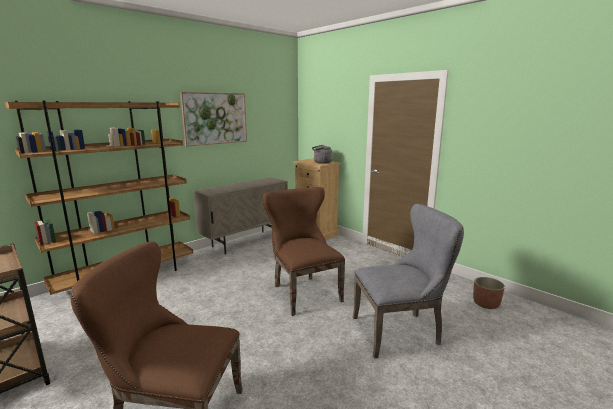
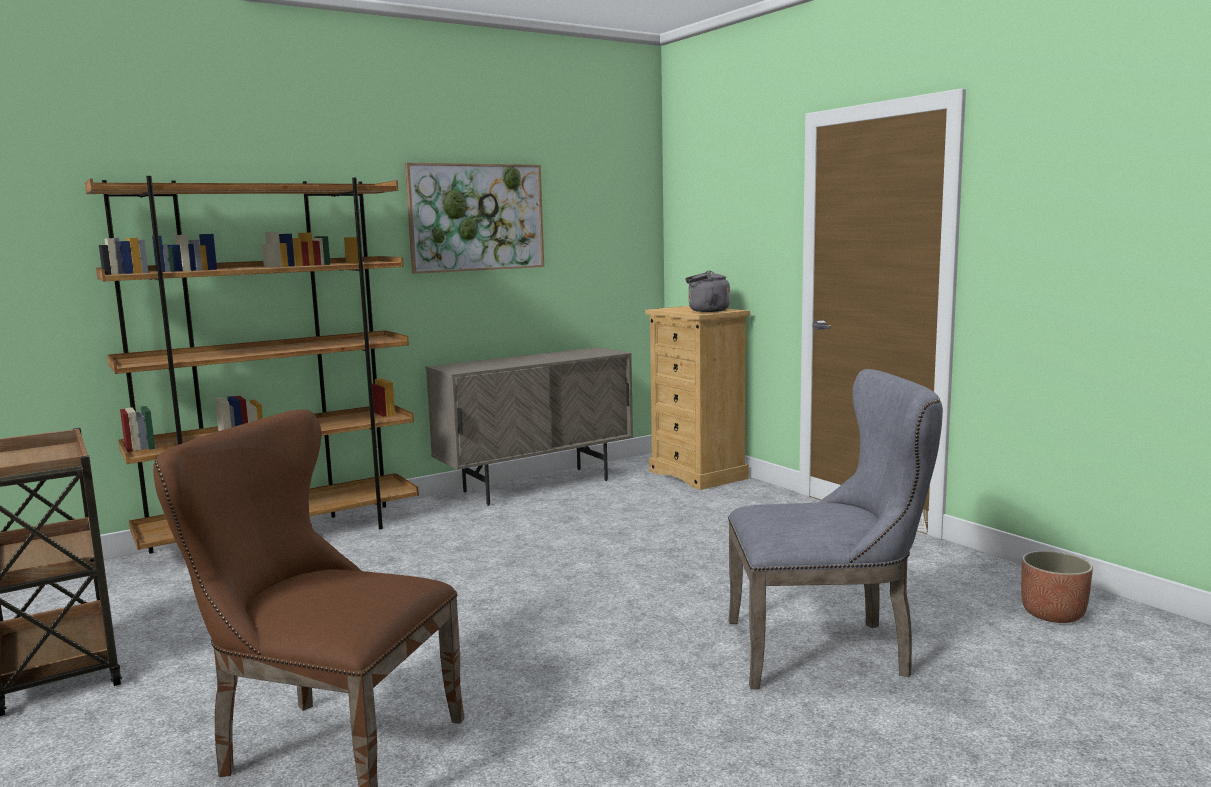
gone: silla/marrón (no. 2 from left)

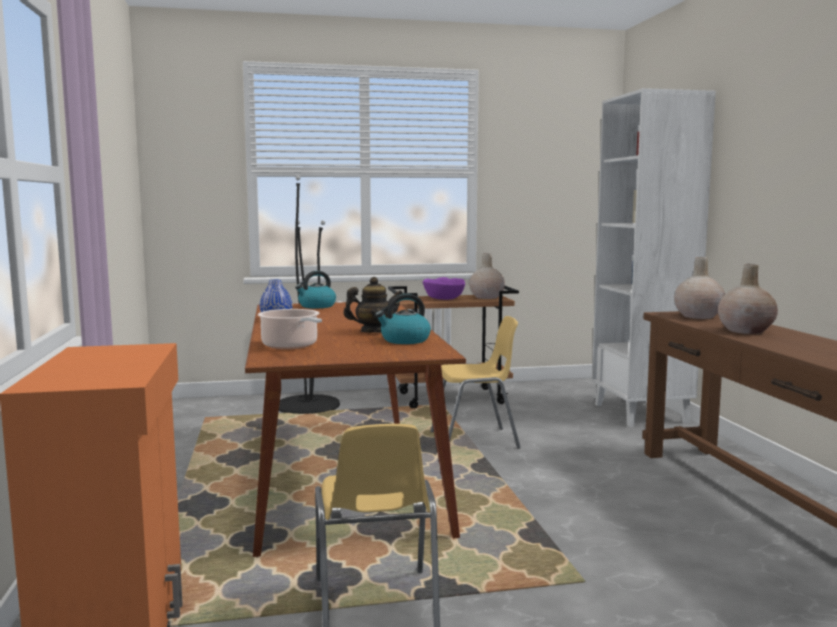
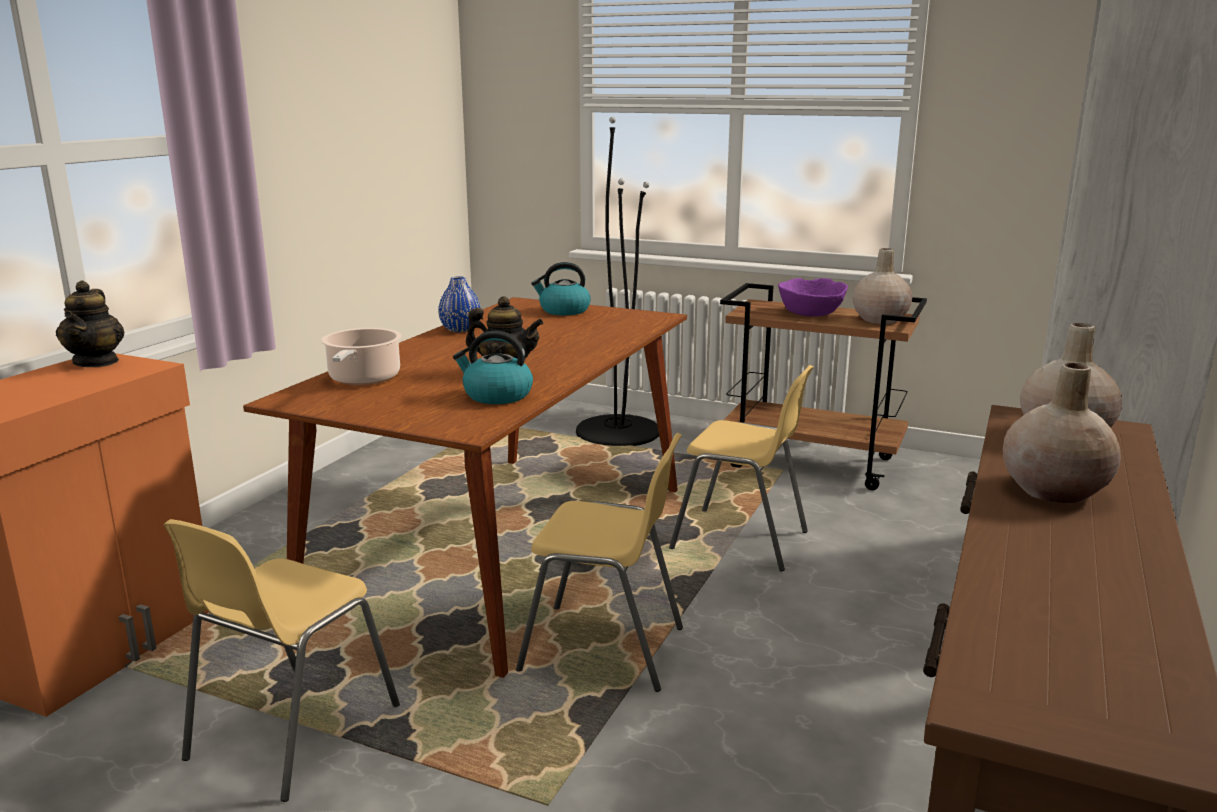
new: tetera (no. 1 from left); silla/amarillo (no. 2 from left)

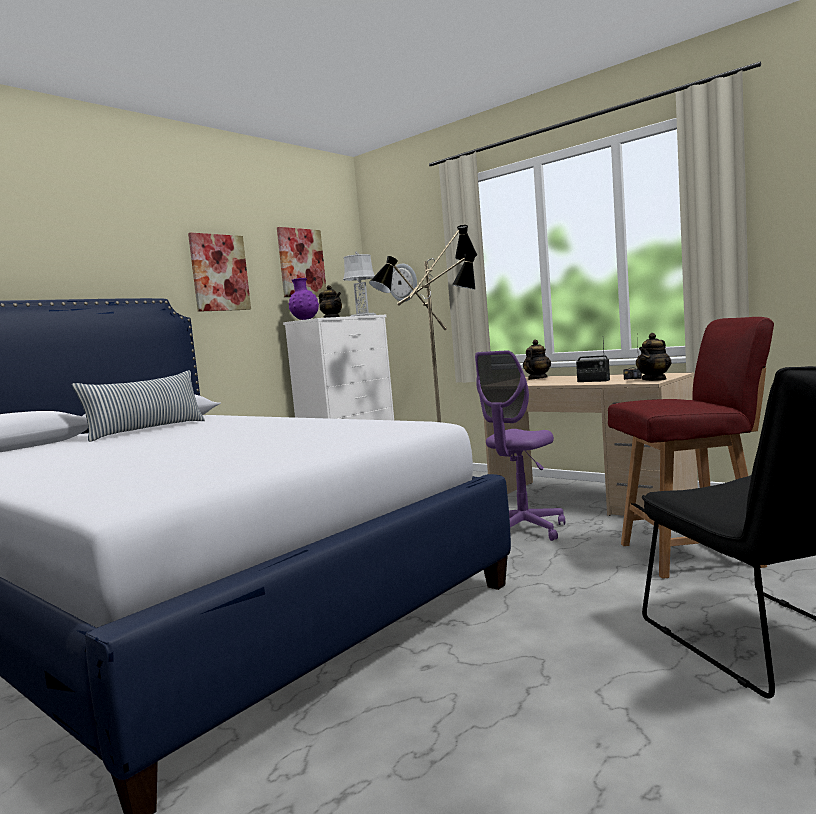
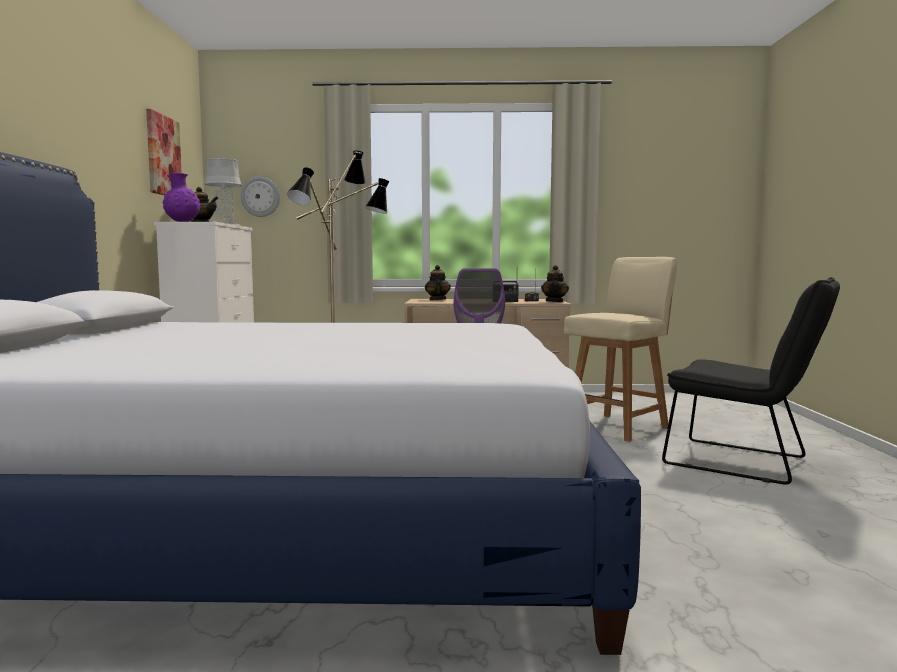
gone: cojín; cuadro (no. 1 from left)
repainted: silla/rojo to silla/beis

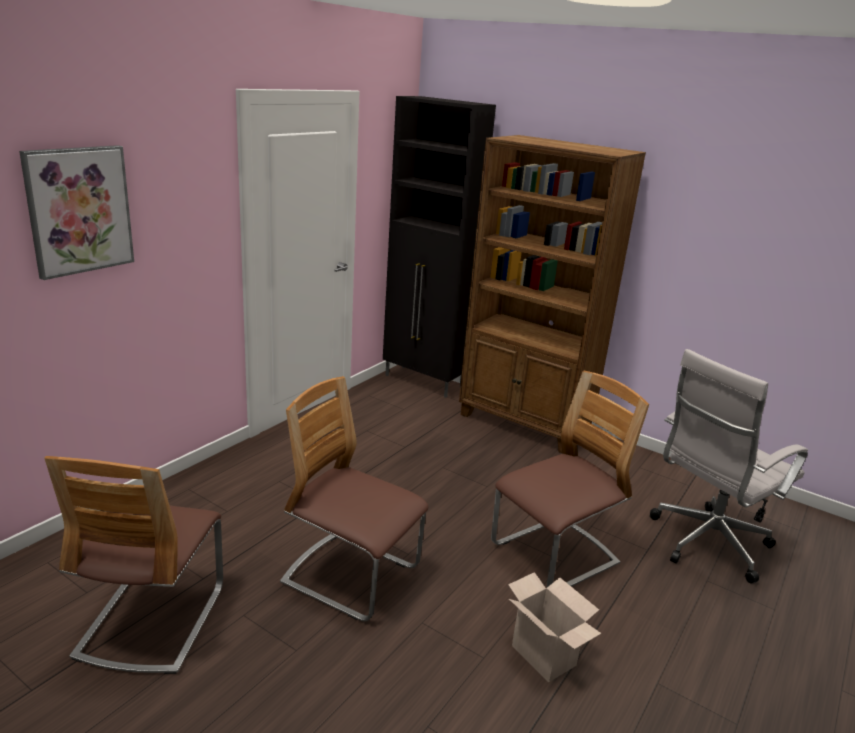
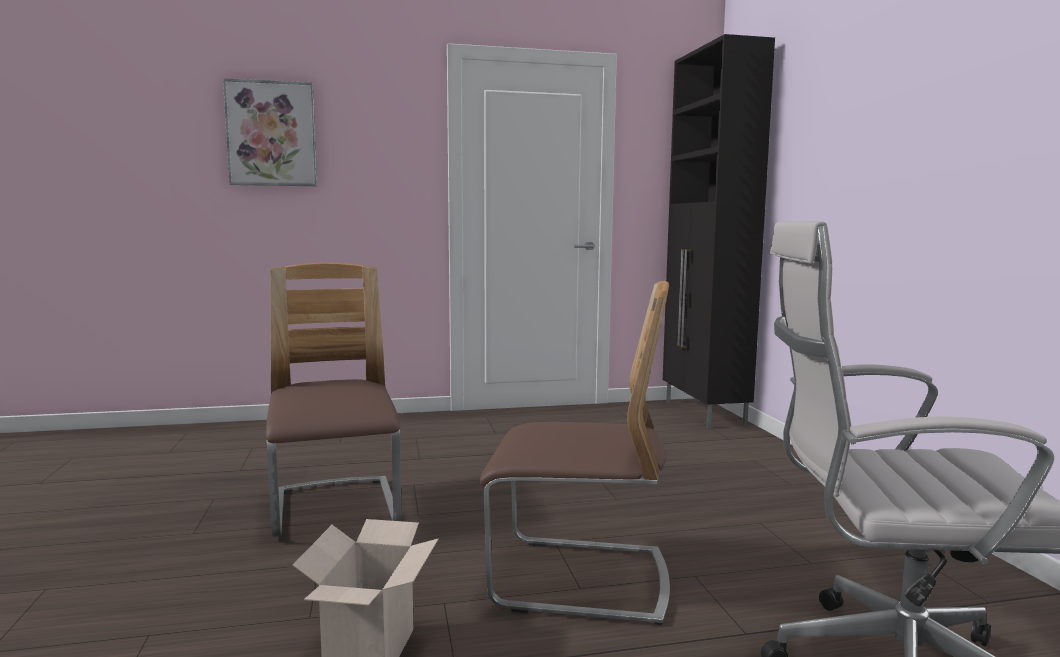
gone: silla (no. 1 from left); estantería/marrón

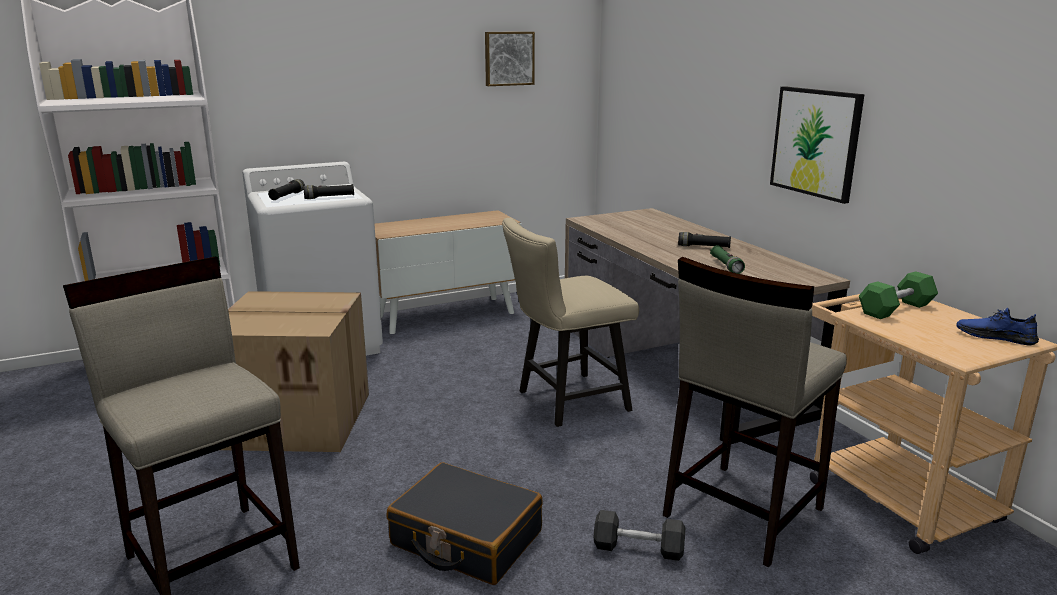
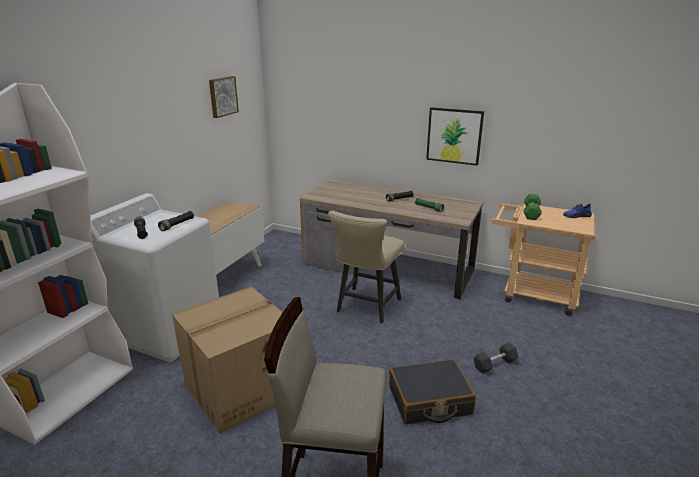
gone: taburete/beis (no. 2 from left)

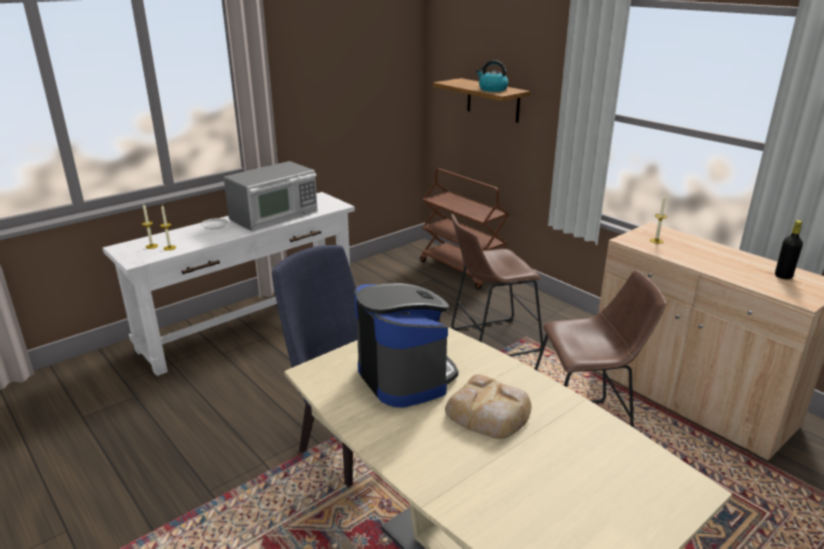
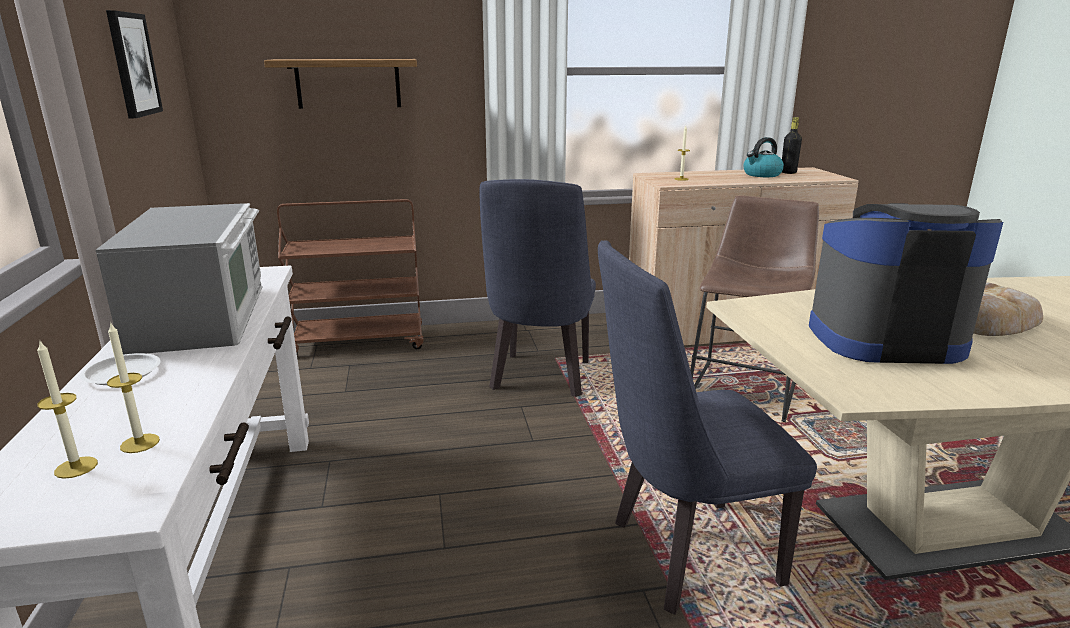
new: cuadro
shifted: hervidor
swapped: taburete/marrón (no. 1 from left) to silla/azul (no. 1 from left)

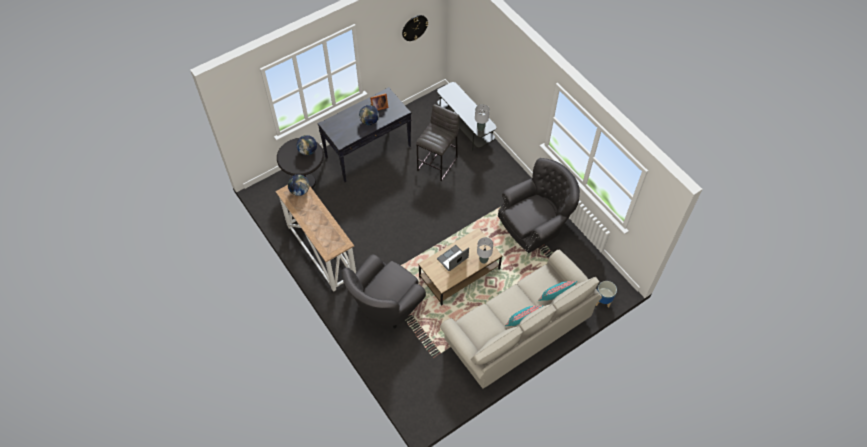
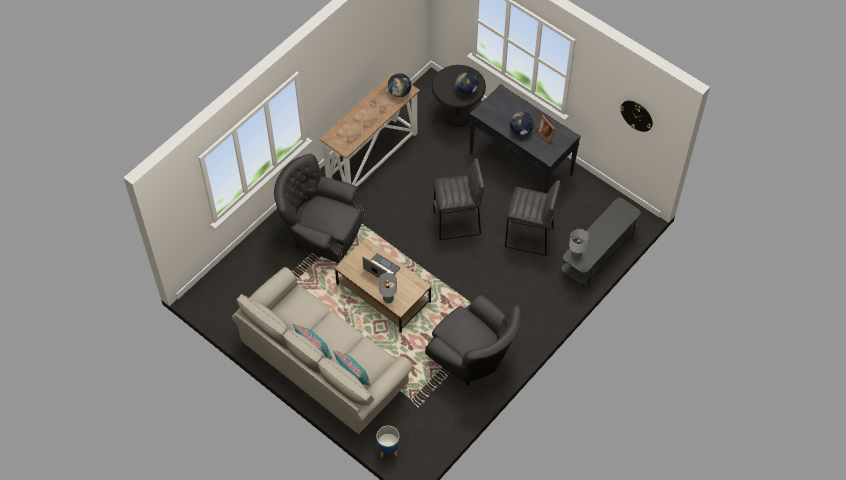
new: taburete/gris (no. 1 from left)

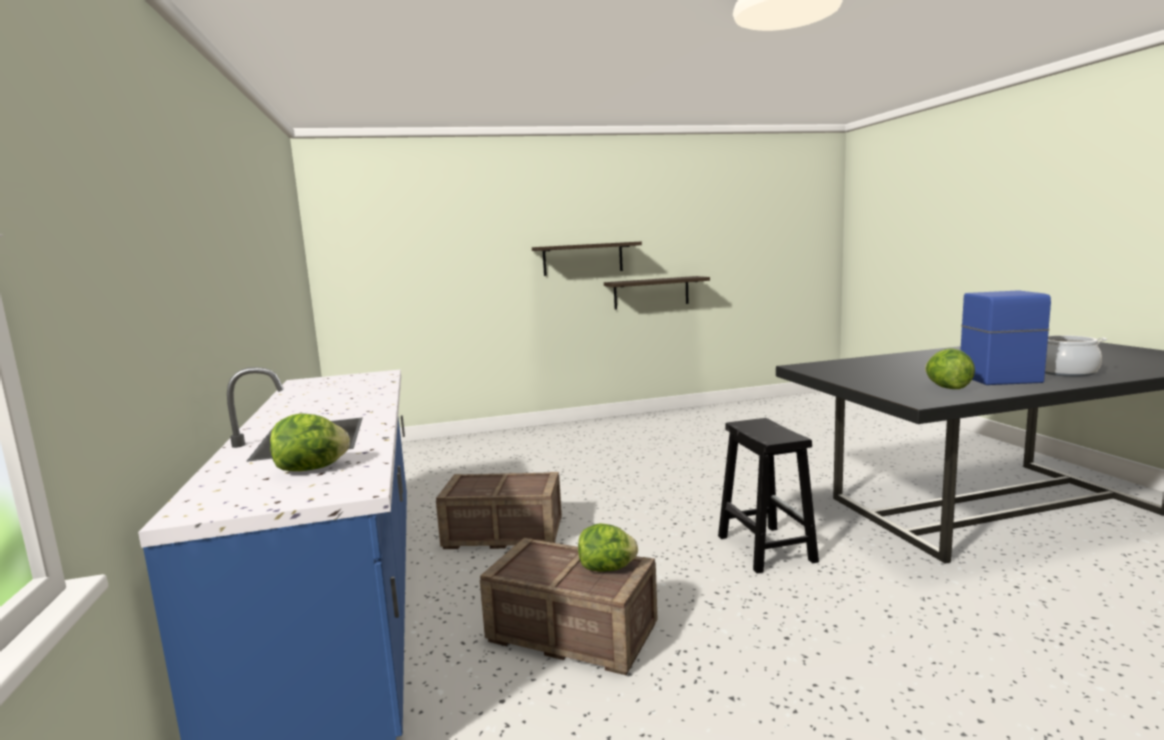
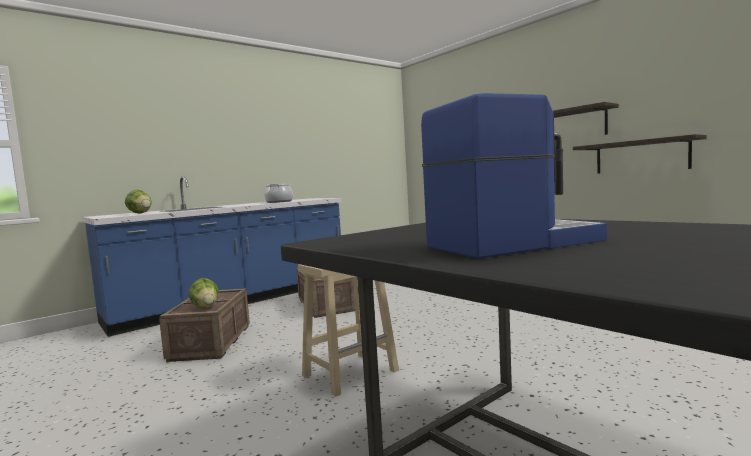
gone: lechuga (no. 3 from left)
shifted: olla
repainted: taburete/negro to taburete/beis

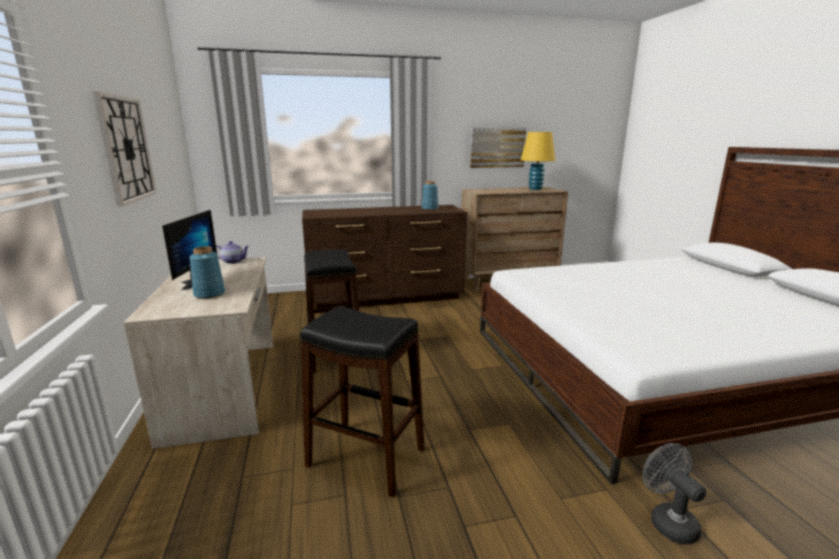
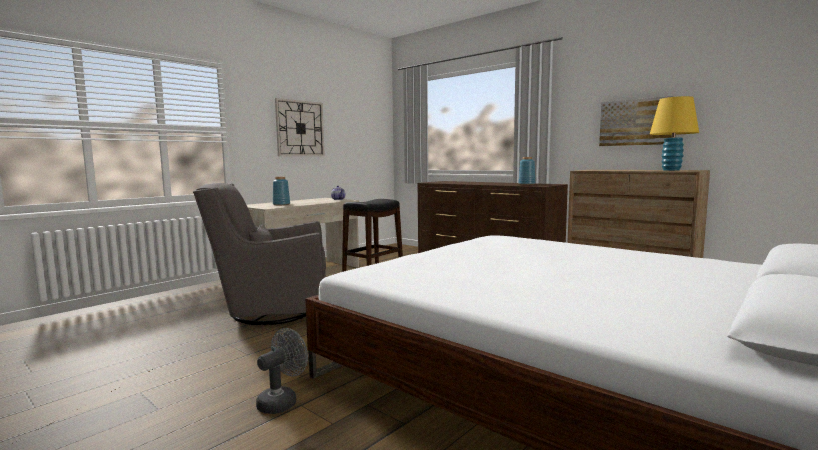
gone: monitor
swapped: taburete/negro (no. 2 from left) to sillón/gris

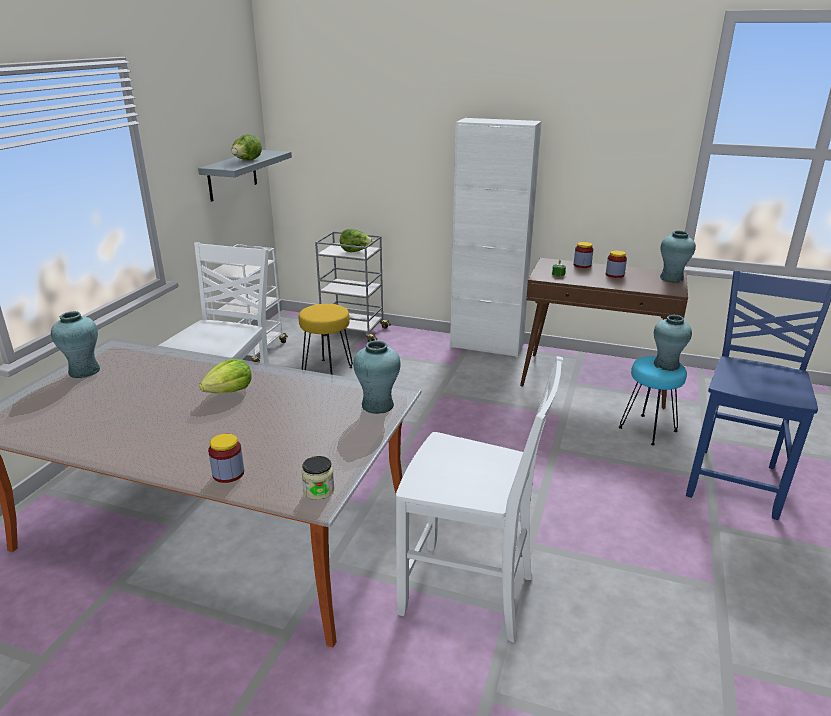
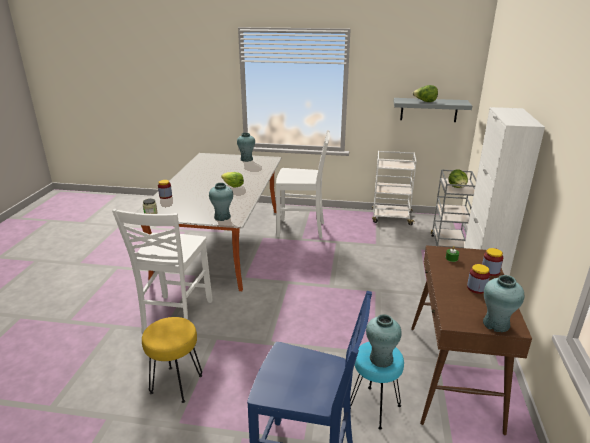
shifted: taburete/amarillo

